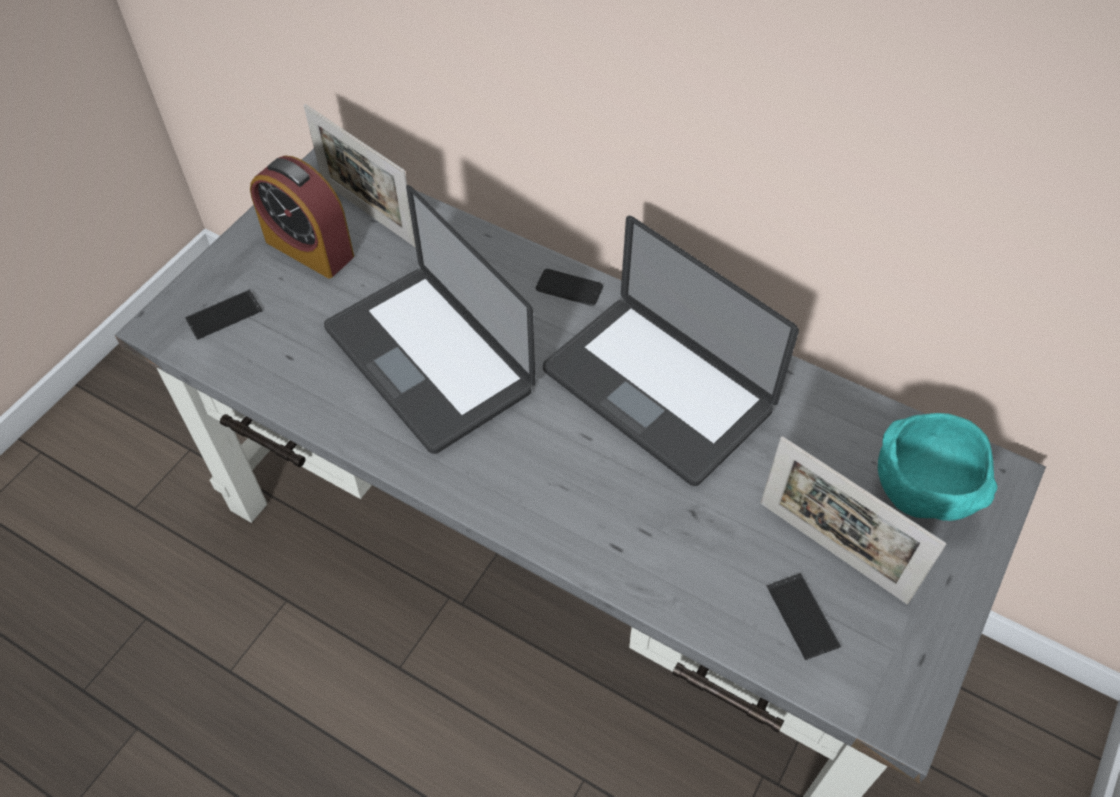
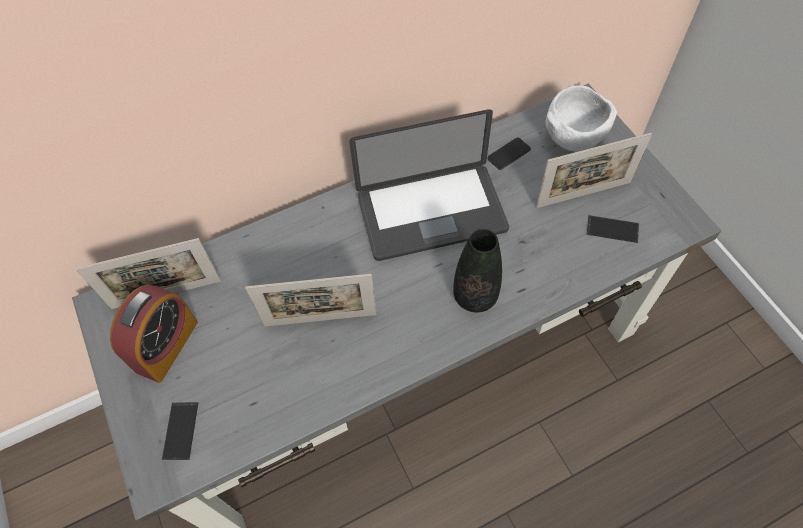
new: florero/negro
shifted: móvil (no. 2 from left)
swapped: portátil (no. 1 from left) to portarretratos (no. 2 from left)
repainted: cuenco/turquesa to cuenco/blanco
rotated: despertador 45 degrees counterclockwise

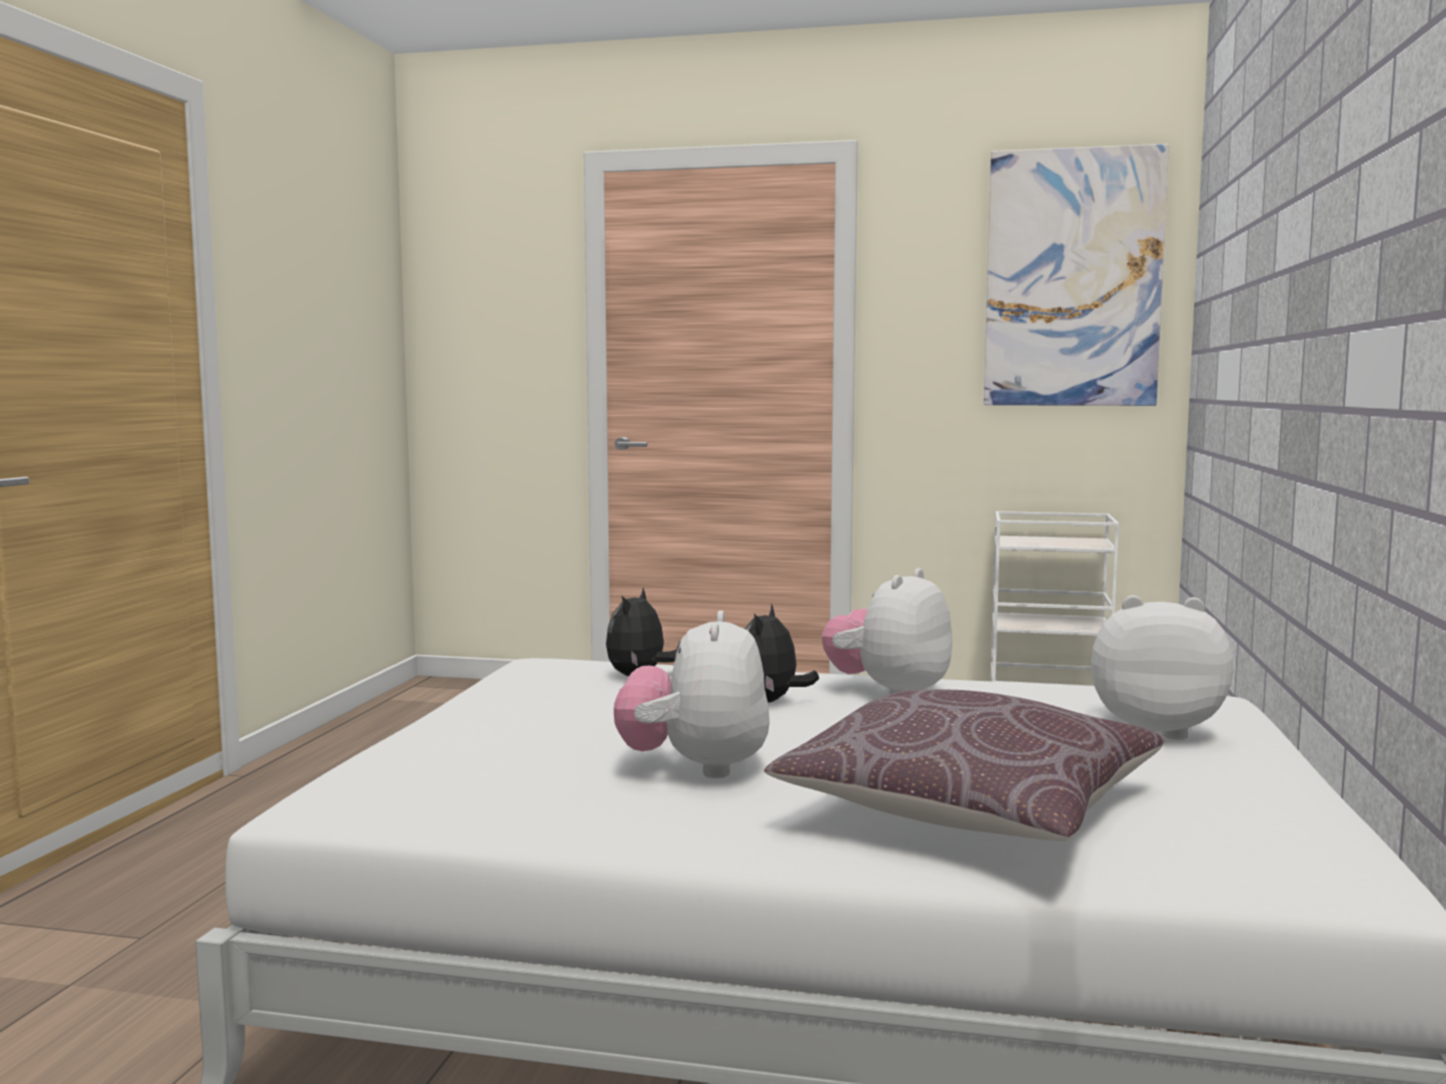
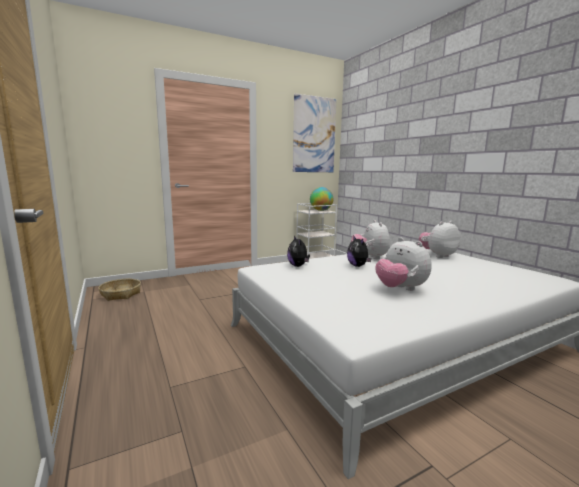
gone: cojín/marrón
new: cesta; globo terráqueo

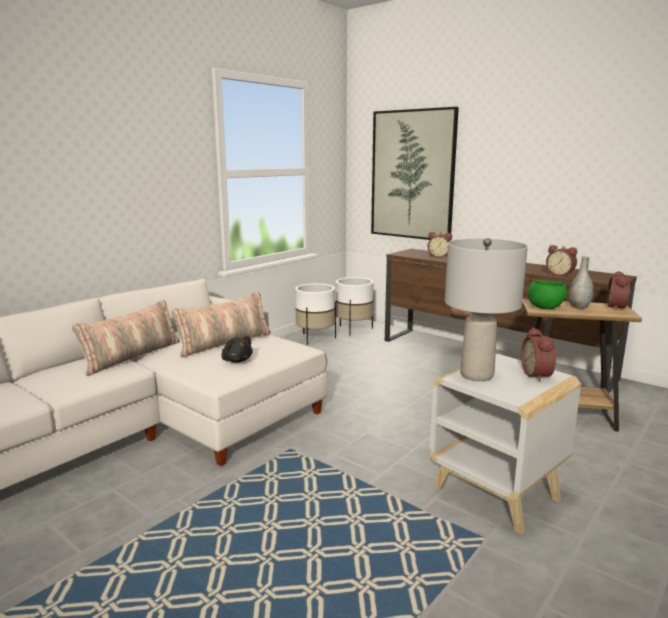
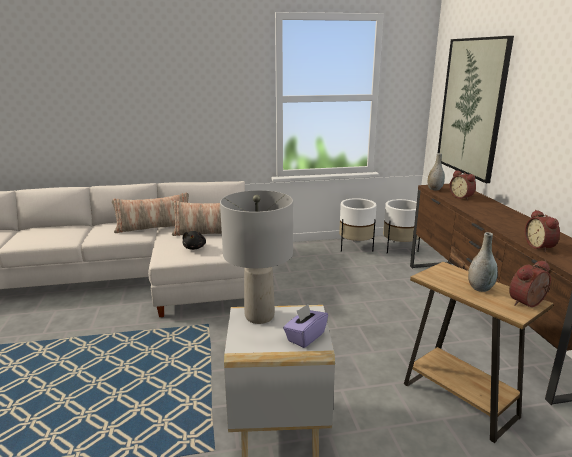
gone: cuenco/verde
new: florero/gris (no. 1 from left)
swapped: despertador (no. 2 from left) to caja de pañuelos/morado

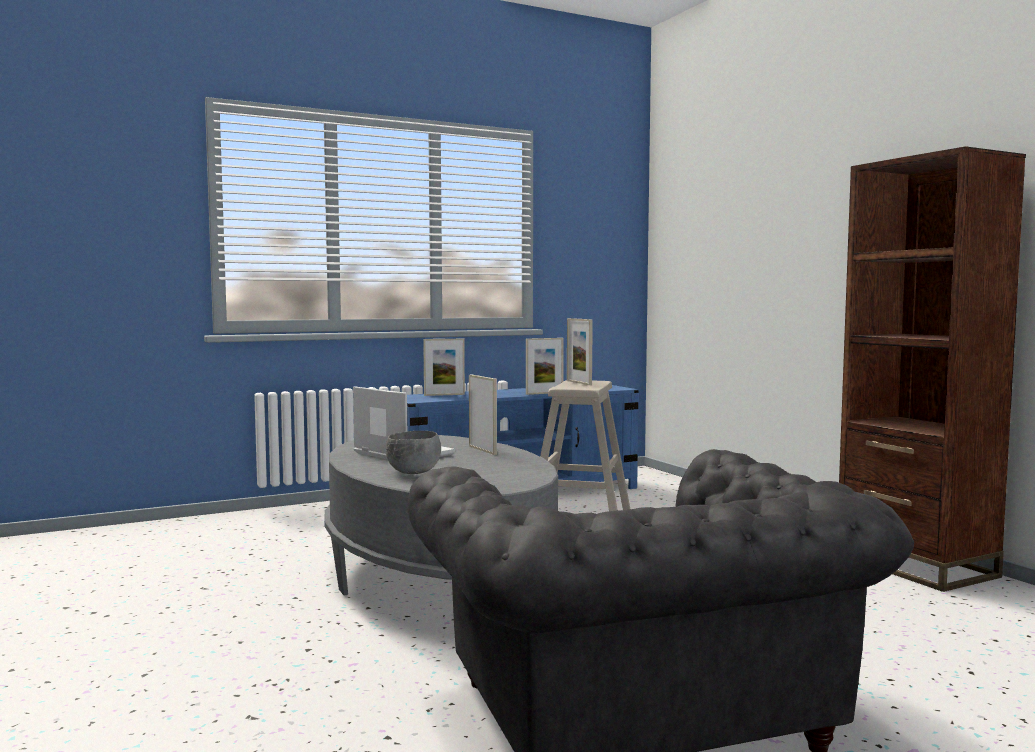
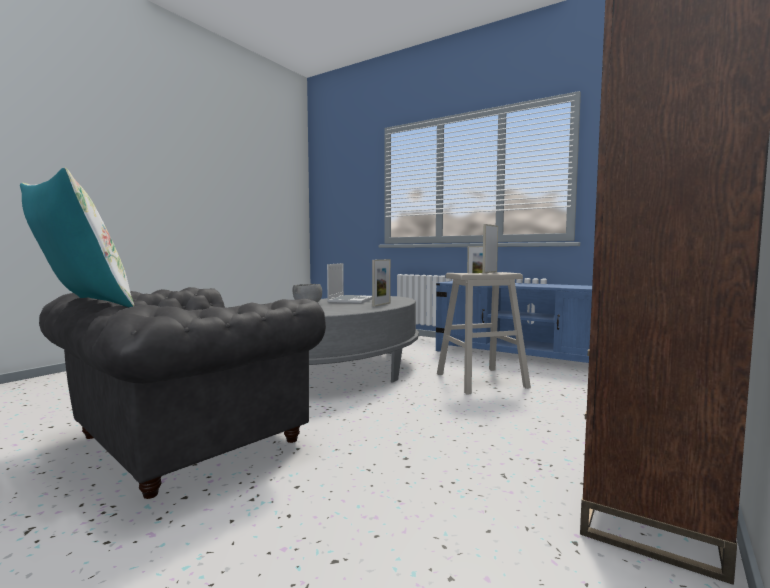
gone: portarretratos (no. 3 from left)
new: cojín/blanco

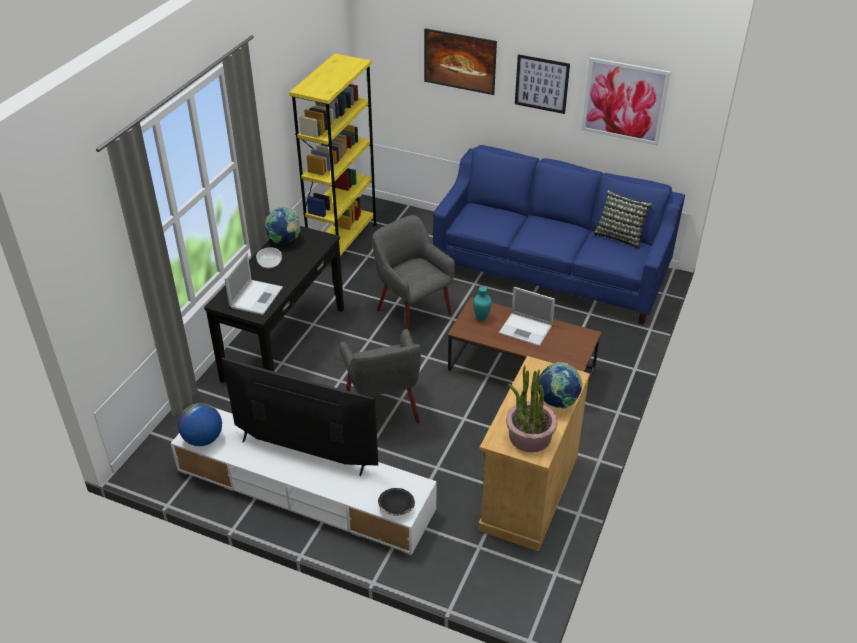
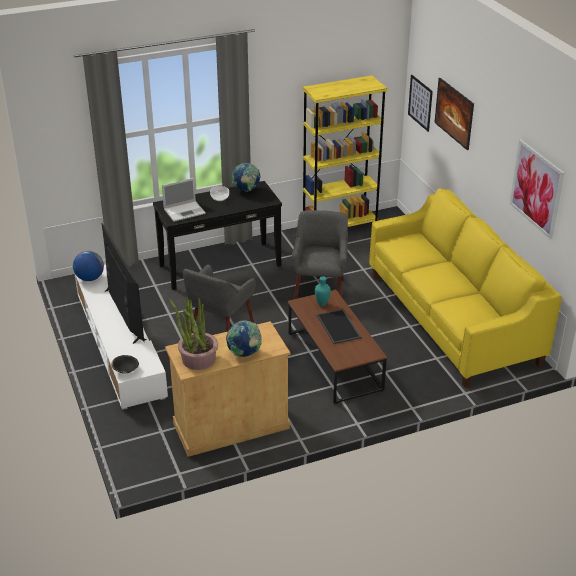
gone: cojín
shifted: cuadro (no. 2 from left in the first image) to cuadro (no. 1 from left)
swapped: portátil (no. 2 from left) to bandeja
repainted: sofá/azul to sofá/amarillo

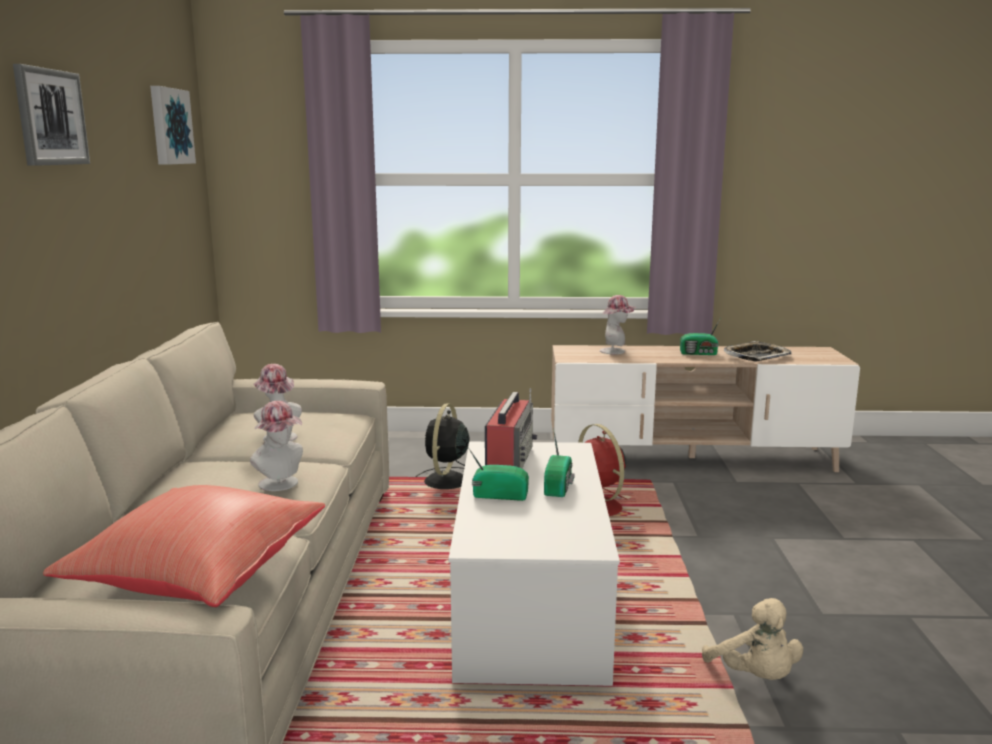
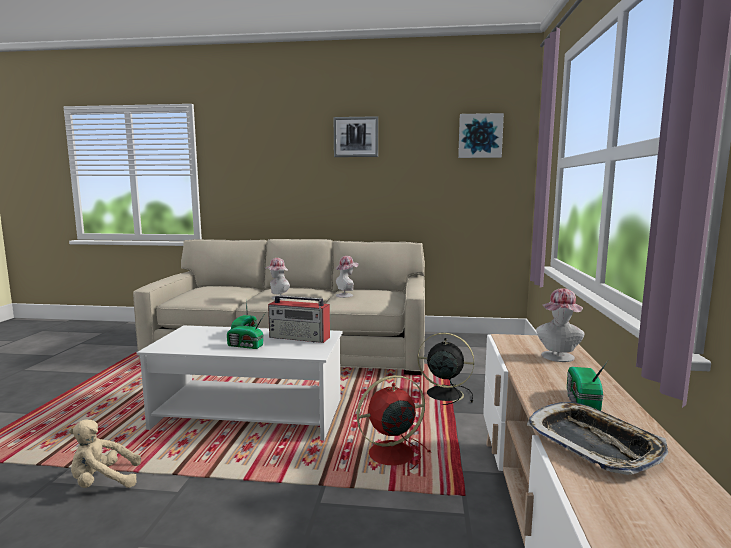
gone: cojín/rojo

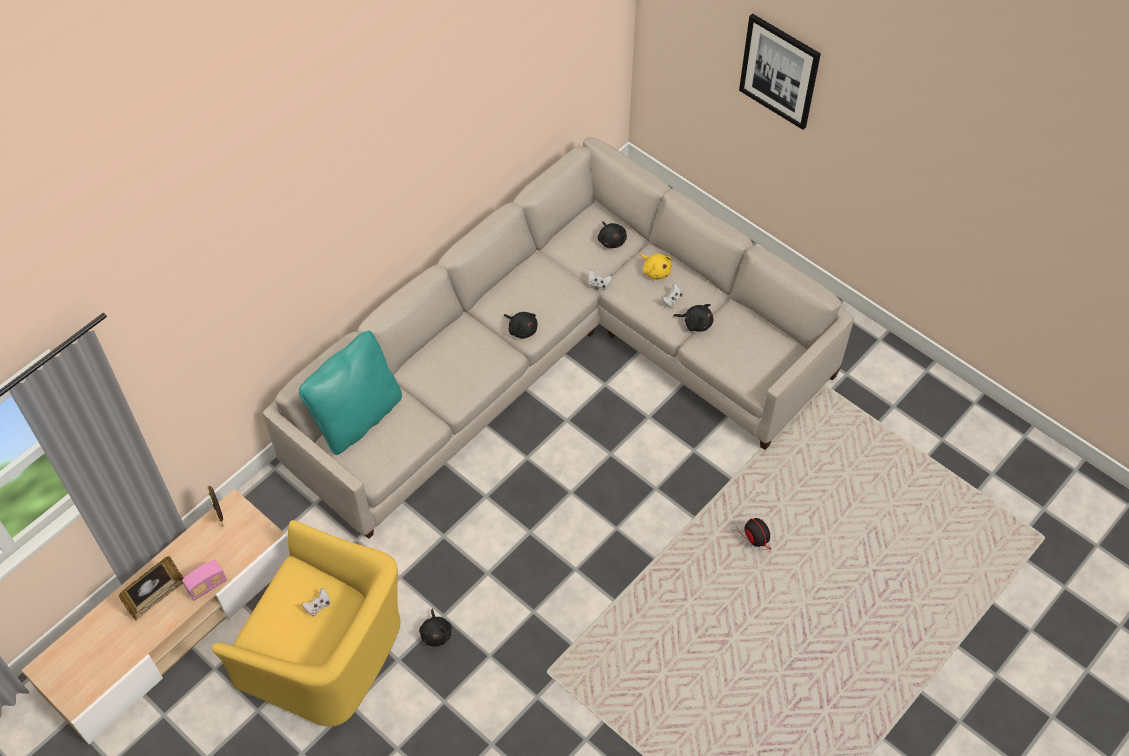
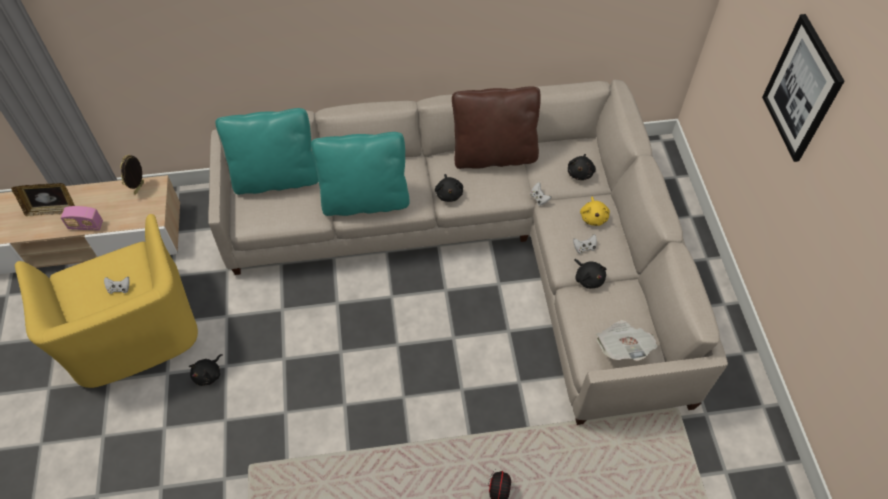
new: cojín/turquesa (no. 2 from left); cojín/marrón; periódico

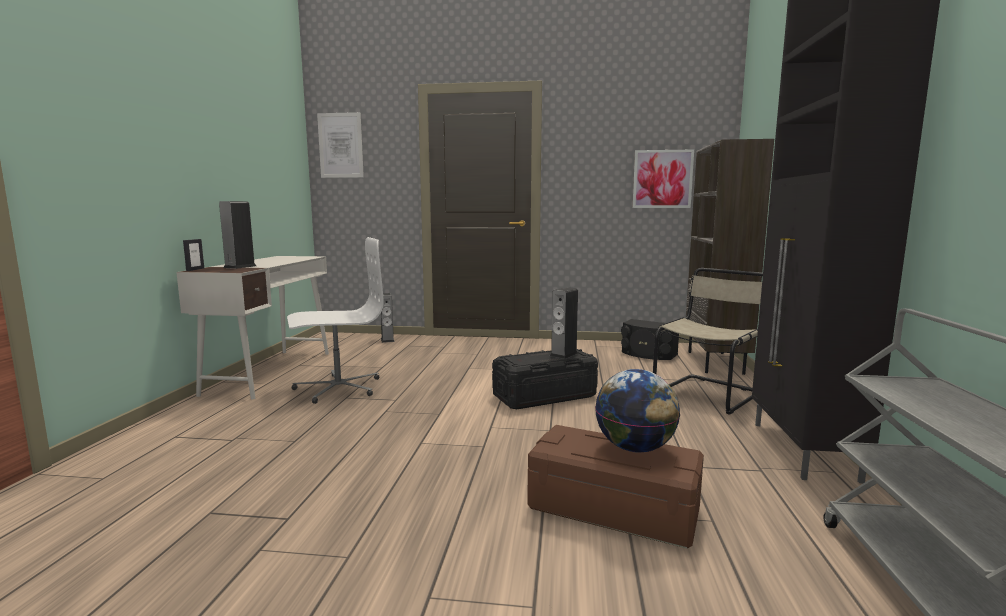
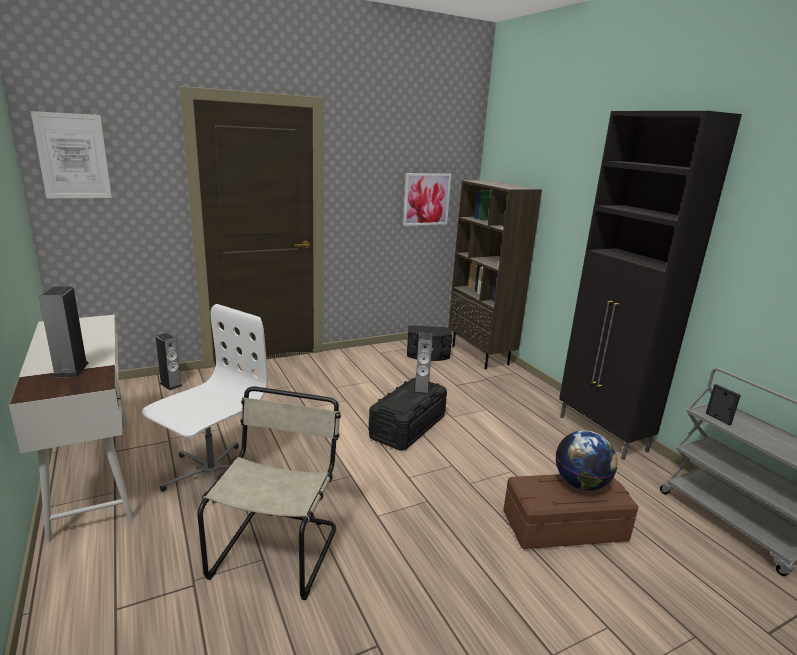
shifted: silla/beis; portarretratos

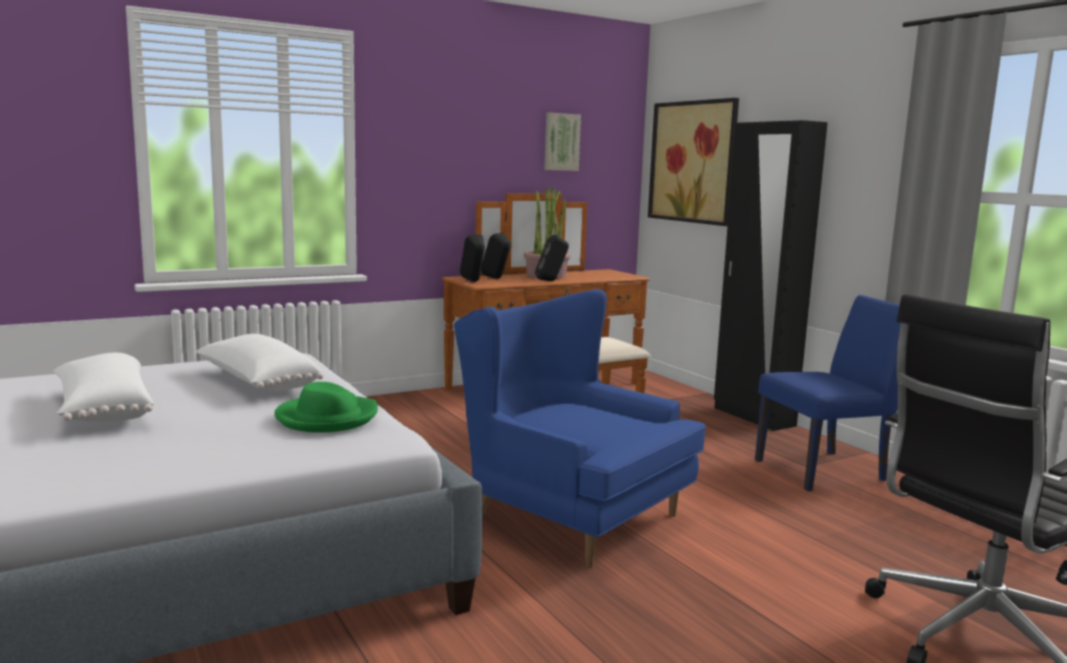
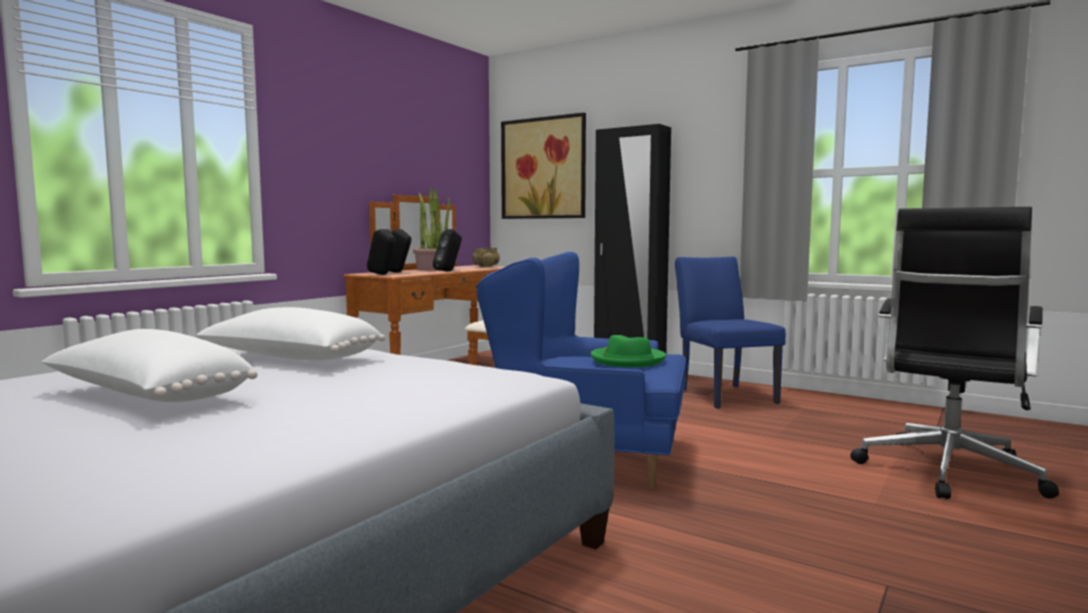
gone: cuadro (no. 1 from left)
new: cuenco/beis
shifted: sombrero/verde
rotated: silla/azul 60 degrees counterclockwise

